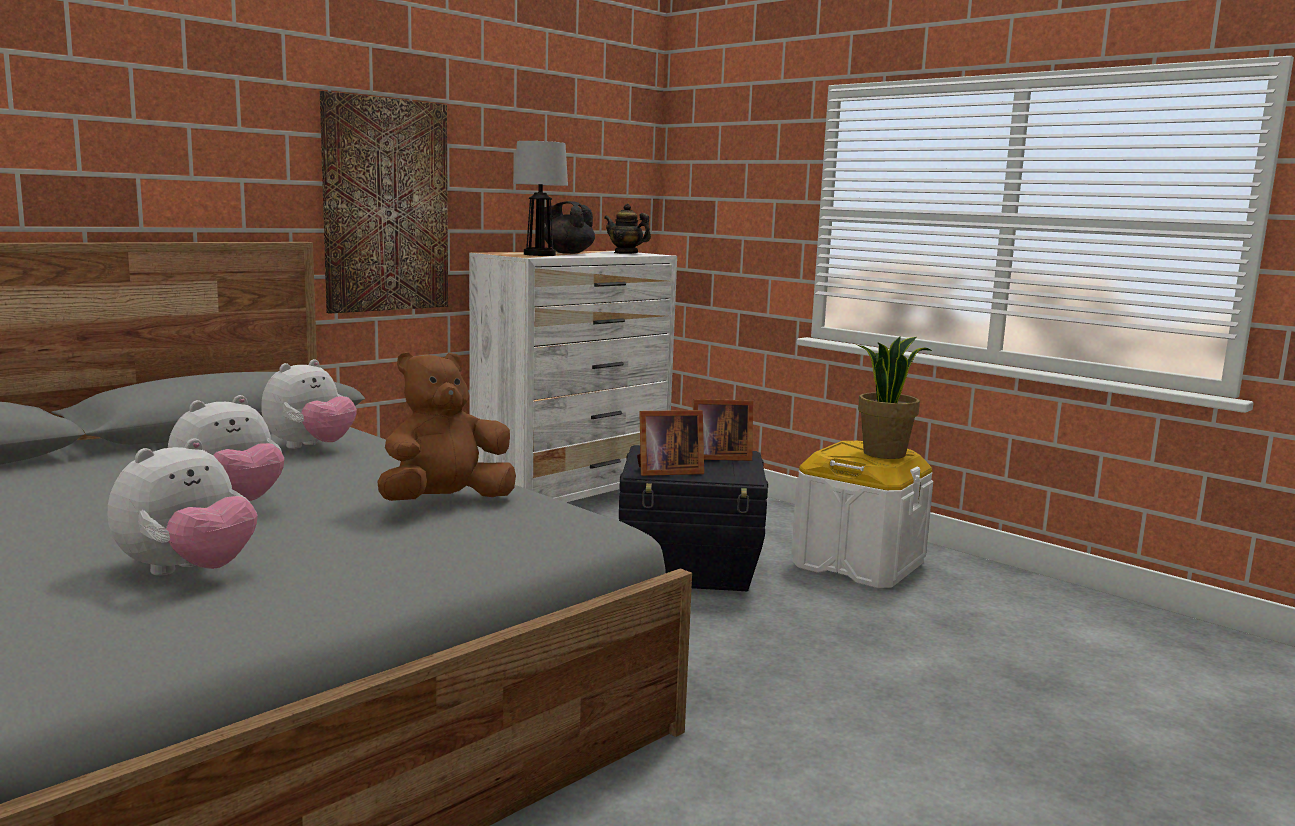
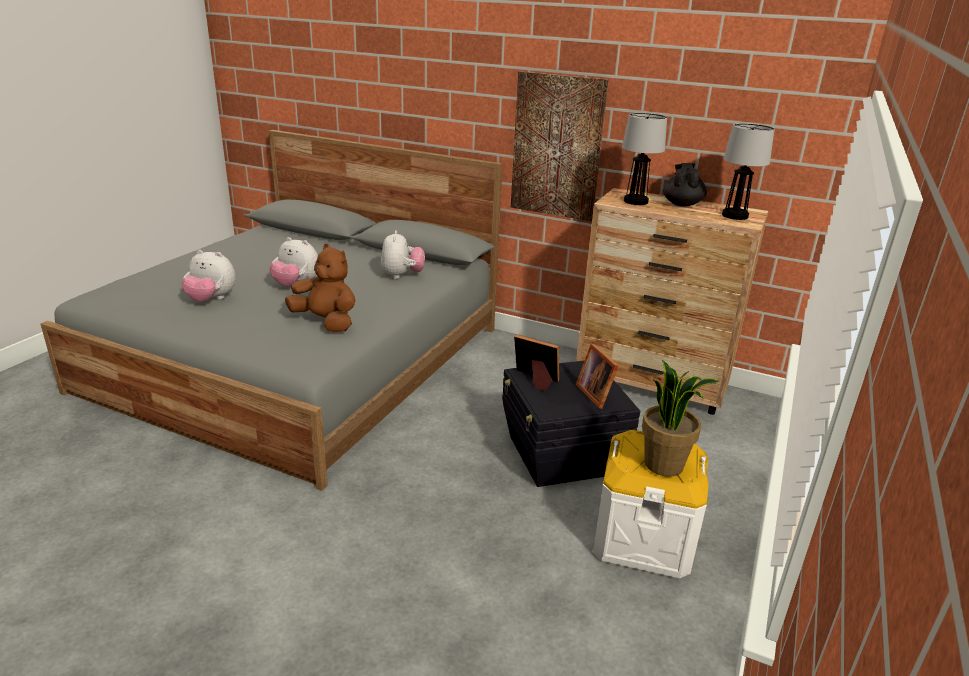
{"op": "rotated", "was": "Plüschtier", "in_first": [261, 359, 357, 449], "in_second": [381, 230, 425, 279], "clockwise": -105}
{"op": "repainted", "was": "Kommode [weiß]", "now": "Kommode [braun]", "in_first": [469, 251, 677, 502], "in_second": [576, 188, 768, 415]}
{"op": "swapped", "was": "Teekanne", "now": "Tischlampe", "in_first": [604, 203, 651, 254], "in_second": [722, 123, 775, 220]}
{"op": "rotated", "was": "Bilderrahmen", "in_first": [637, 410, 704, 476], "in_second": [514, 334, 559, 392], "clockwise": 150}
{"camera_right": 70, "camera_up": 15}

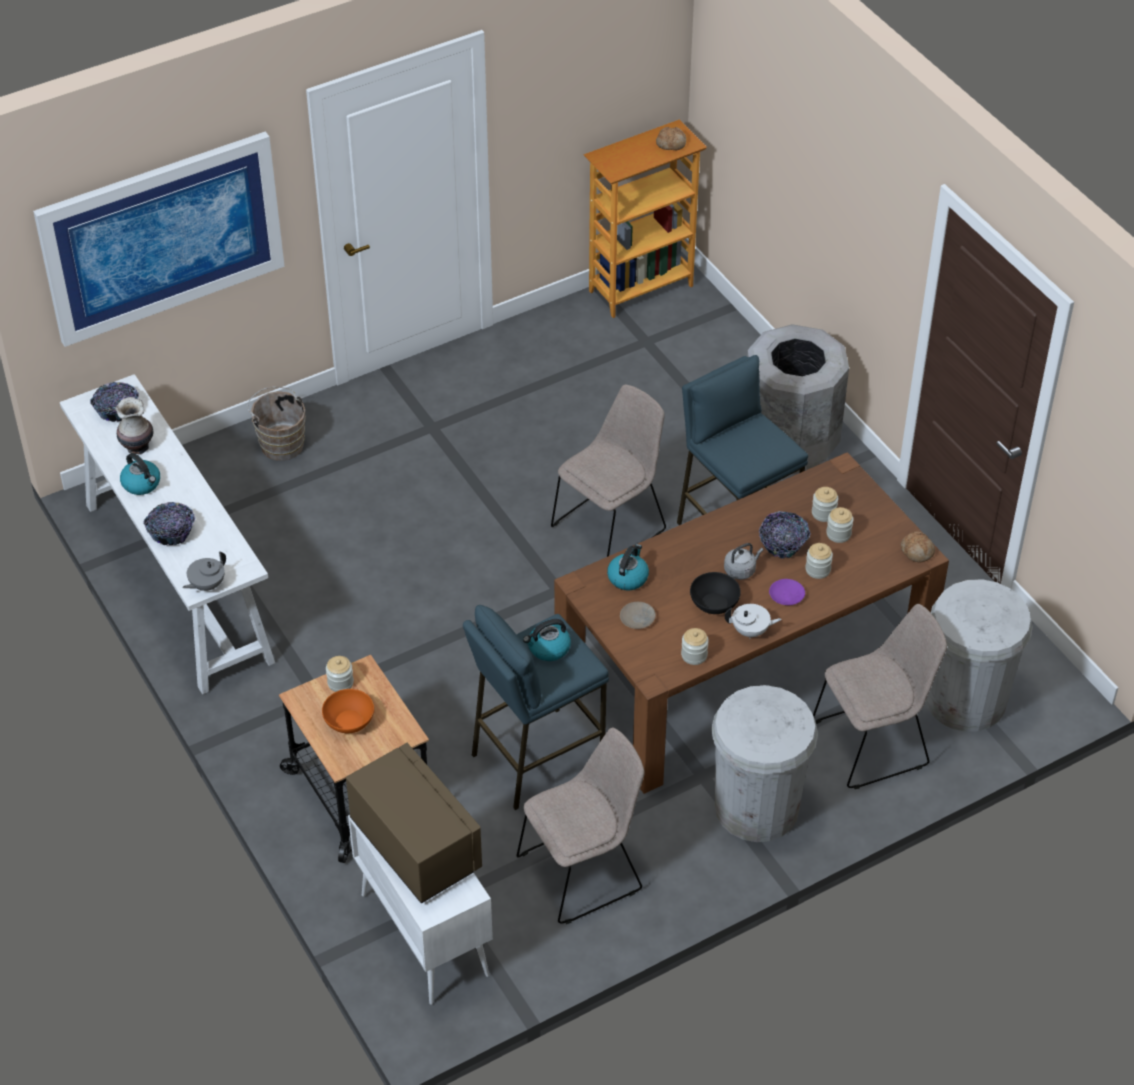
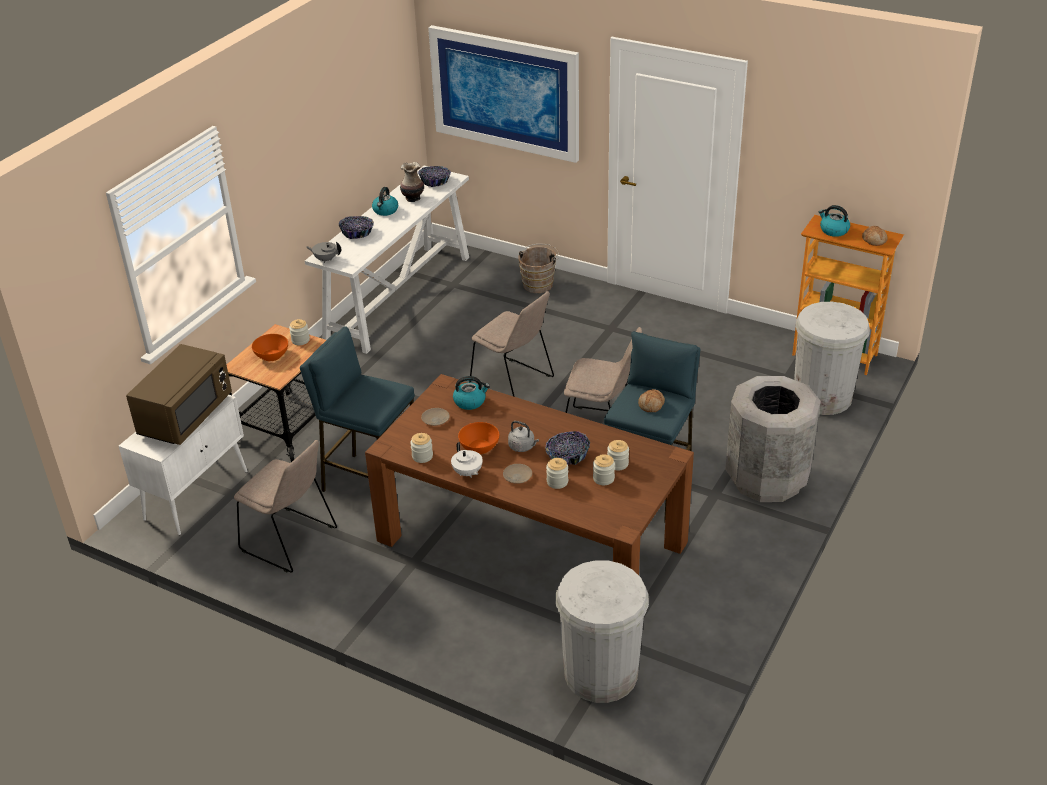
{"op": "shifted", "was": "Wasserkessel", "in_first": [523, 619, 571, 661], "in_second": [819, 205, 850, 237]}
{"op": "repainted", "was": "Schüssel [schwarz]", "now": "Schüssel [orange]", "in_first": [690, 572, 741, 614], "in_second": [458, 422, 499, 454]}
{"op": "shifted", "was": "Mülleimer [weiß]", "in_first": [711, 685, 818, 842], "in_second": [794, 302, 870, 415]}
{"op": "repainted", "was": "Teller [lila]", "now": "Teller [beige]", "in_first": [769, 579, 805, 605], "in_second": [503, 464, 532, 484]}
{"op": "shifted", "was": "Stuhl [beige]", "in_first": [813, 604, 947, 789], "in_second": [469, 291, 554, 397]}
{"op": "shifted", "was": "Brot", "in_first": [901, 532, 935, 562], "in_second": [638, 389, 665, 412]}
{"camera_right": 60, "camera_up": -10}

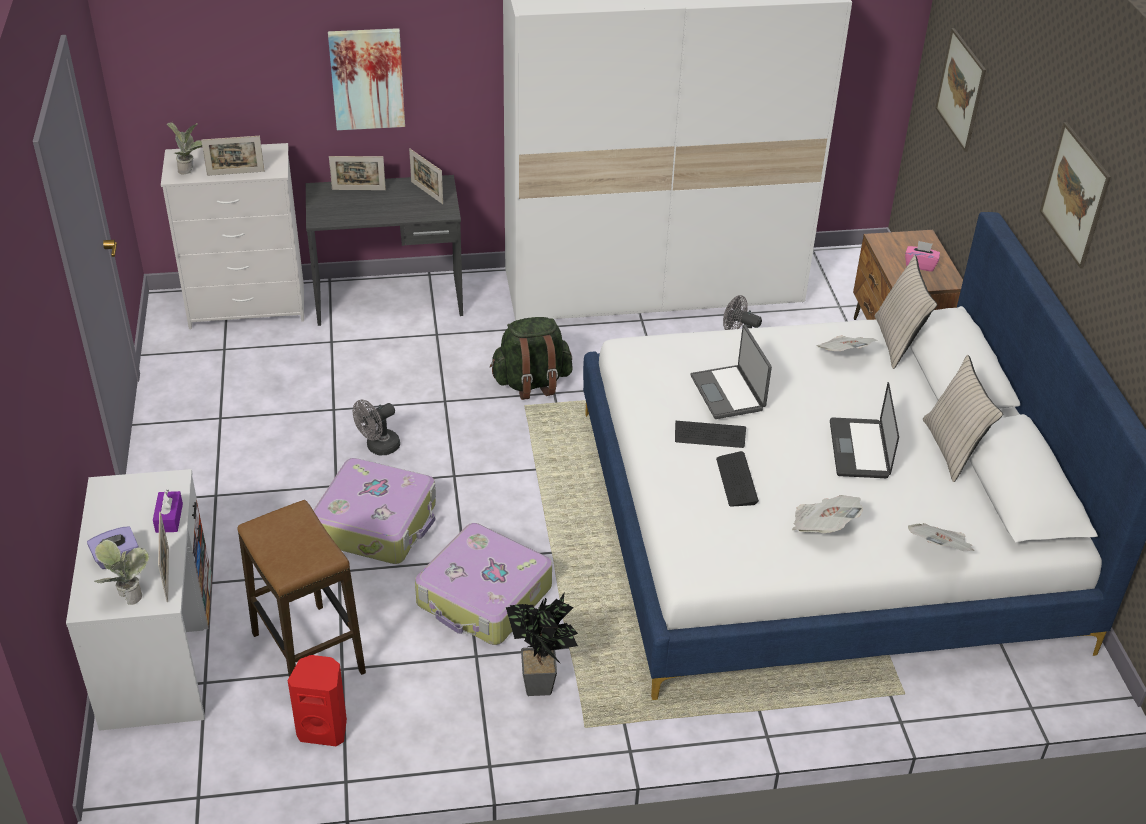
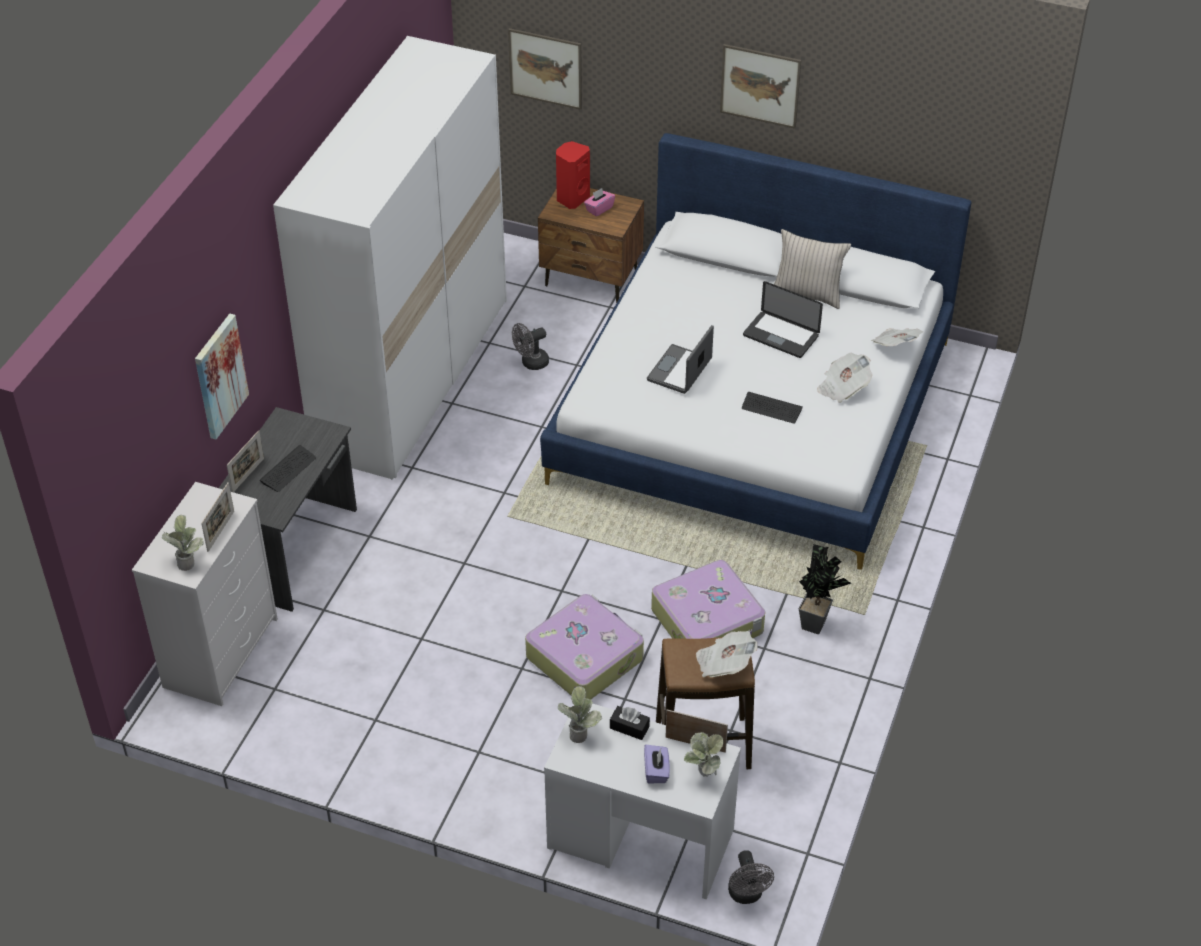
{"op": "repainted", "was": "Taschentuchbox [lila]", "now": "Taschentuchbox [schwarz]", "in_first": [153, 490, 183, 533], "in_second": [610, 706, 650, 740]}
{"op": "shifted", "was": "Lautsprecher [rot]", "in_first": [288, 655, 347, 747], "in_second": [556, 141, 590, 209]}
{"op": "shifted", "was": "Ventilator [grau]", "in_first": [353, 399, 400, 455], "in_second": [728, 850, 774, 904]}
{"op": "gone", "was": "Bilderrahmen", "in_first": [409, 149, 443, 204]}
{"op": "gone", "was": "Rucksack [grün]", "in_first": [490, 317, 573, 400]}
{"op": "shifted", "was": "Tastatur", "in_first": [675, 421, 746, 448], "in_second": [260, 445, 316, 492]}
{"op": "rotated", "was": "Laptop", "in_first": [690, 325, 772, 419], "in_second": [647, 325, 714, 394], "clockwise": 105}
{"op": "shifted", "was": "Zeitung", "in_first": [815, 336, 877, 351], "in_second": [696, 631, 758, 677]}
{"op": "gone", "was": "Kissen [beige]", "in_first": [875, 255, 937, 369]}
{"op": "new", "now": "Topfpflanze", "in_second": [558, 686, 602, 743]}
{"camera_right": -60, "camera_up": 5}

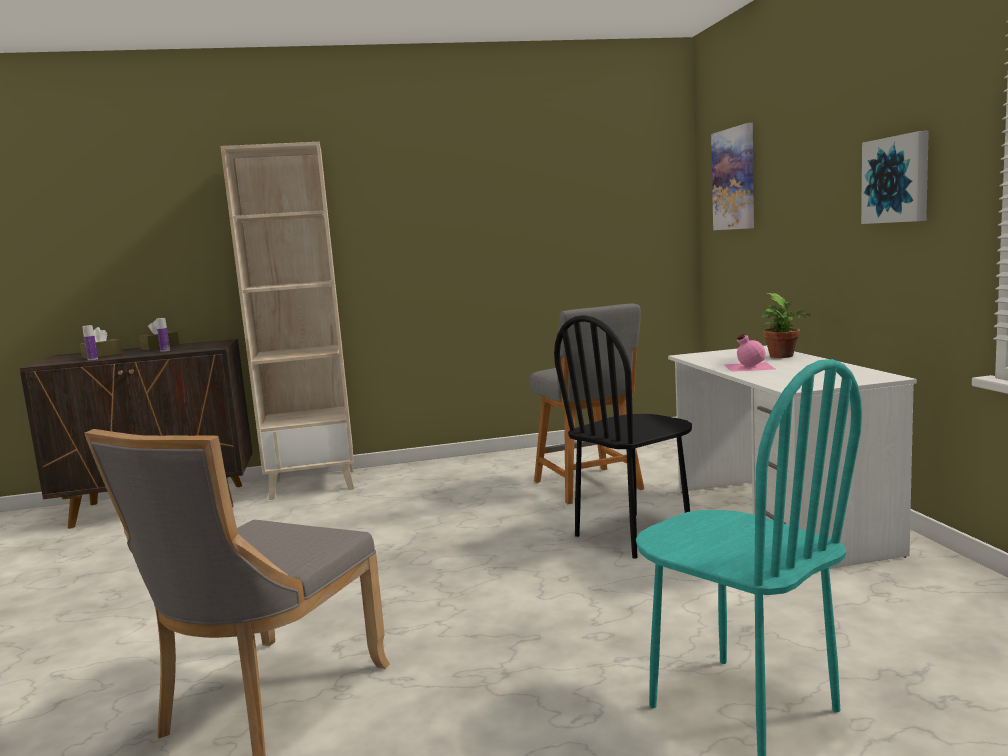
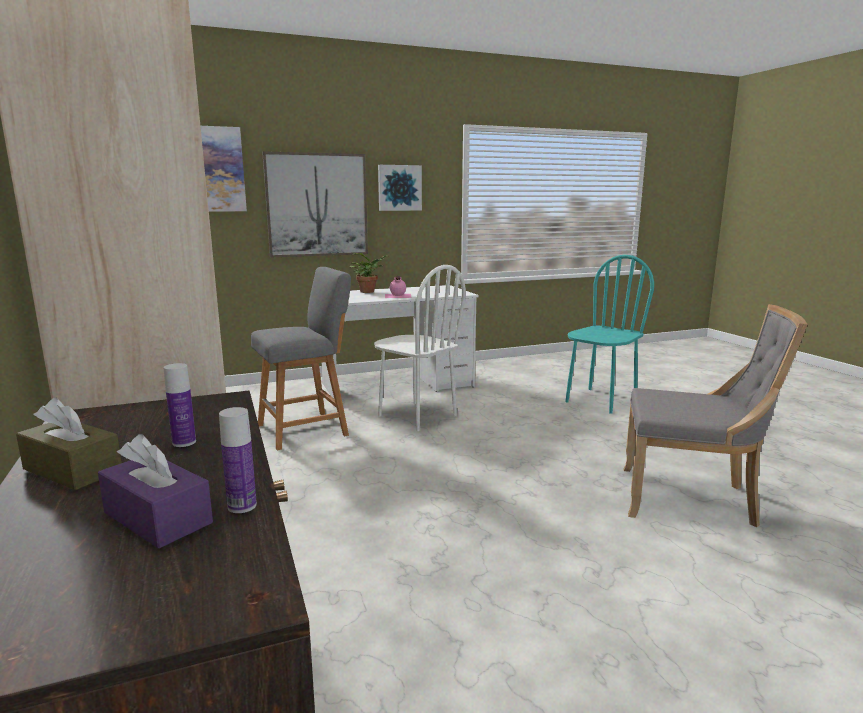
{"op": "repainted", "was": "Taschentuchbox [braun]", "now": "Taschentuchbox [lila]", "in_first": [80, 327, 123, 359], "in_second": [98, 434, 213, 548]}
{"op": "repainted", "was": "Stuhl [schwarz]", "now": "Stuhl [weiß]", "in_first": [554, 315, 692, 559], "in_second": [374, 265, 466, 431]}
{"op": "new", "now": "Bild", "in_second": [262, 151, 368, 258]}
{"camera_right": -100, "camera_up": 5}

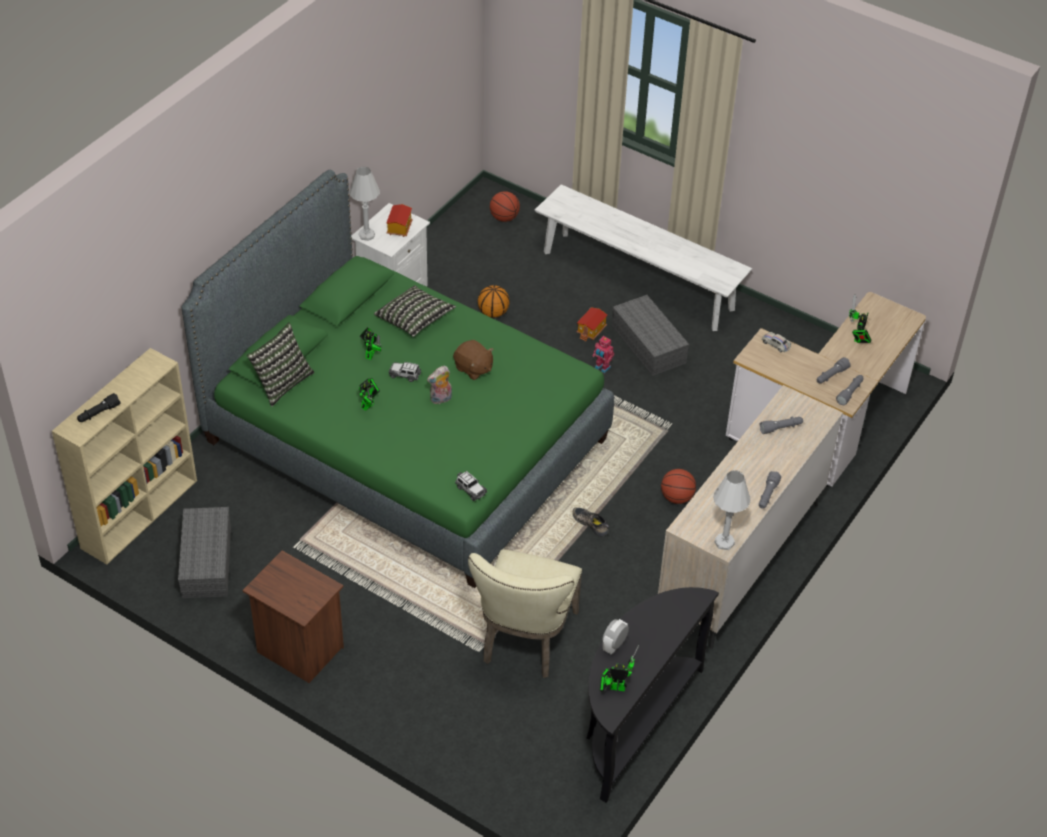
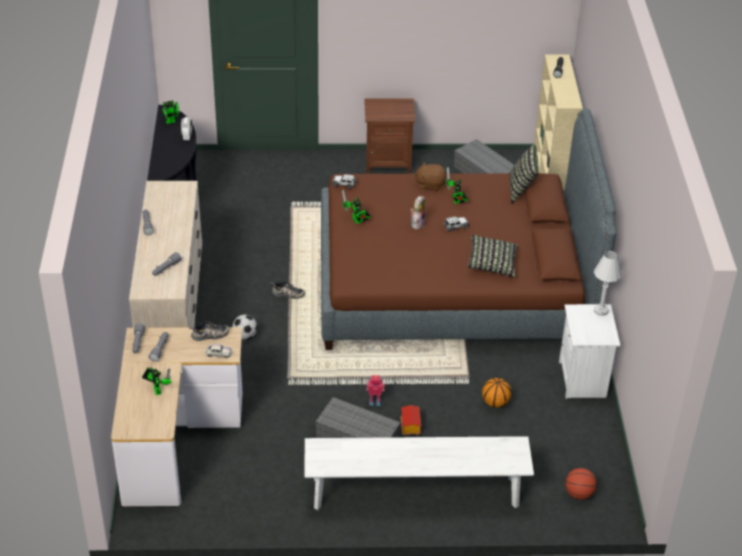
{"op": "repainted", "was": "Bett [grün]", "now": "Bett [braun]", "in_first": [182, 170, 614, 588], "in_second": [321, 108, 617, 350]}
{"op": "shifted", "was": "Spielzeugroboter", "in_first": [360, 327, 382, 360], "in_second": [342, 190, 371, 223]}
{"op": "gone", "was": "Spielzeughaus", "in_first": [386, 204, 413, 237]}
{"op": "shifted", "was": "Plüschtier [braun]", "in_first": [453, 340, 493, 380], "in_second": [413, 162, 447, 191]}
{"op": "gone", "was": "Stuhl [beige]", "in_first": [468, 549, 582, 678]}
{"op": "swapped", "was": "Basketball", "now": "Fußball", "in_first": [661, 469, 696, 504], "in_second": [232, 314, 258, 340]}
{"op": "gone", "was": "Tischlampe [weiß]", "in_first": [713, 471, 750, 550]}
{"op": "new", "now": "Schuh", "in_second": [189, 321, 229, 341]}
{"camera_right": 145, "camera_up": -5}

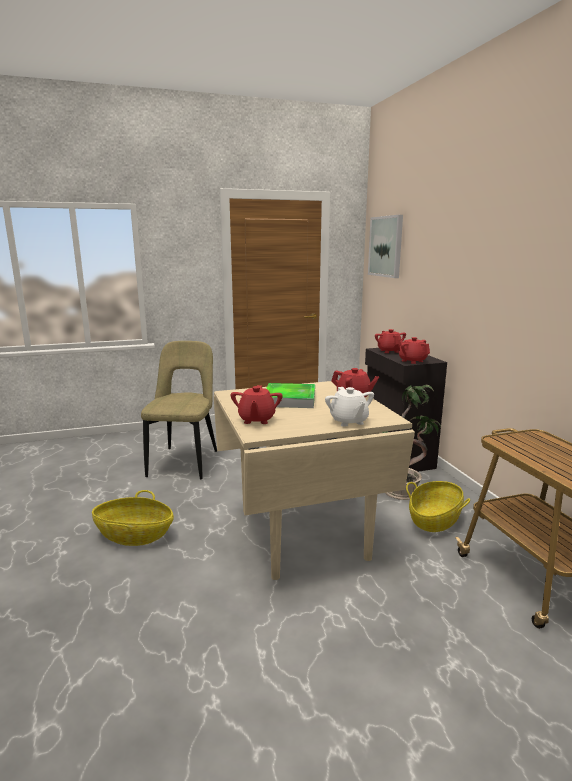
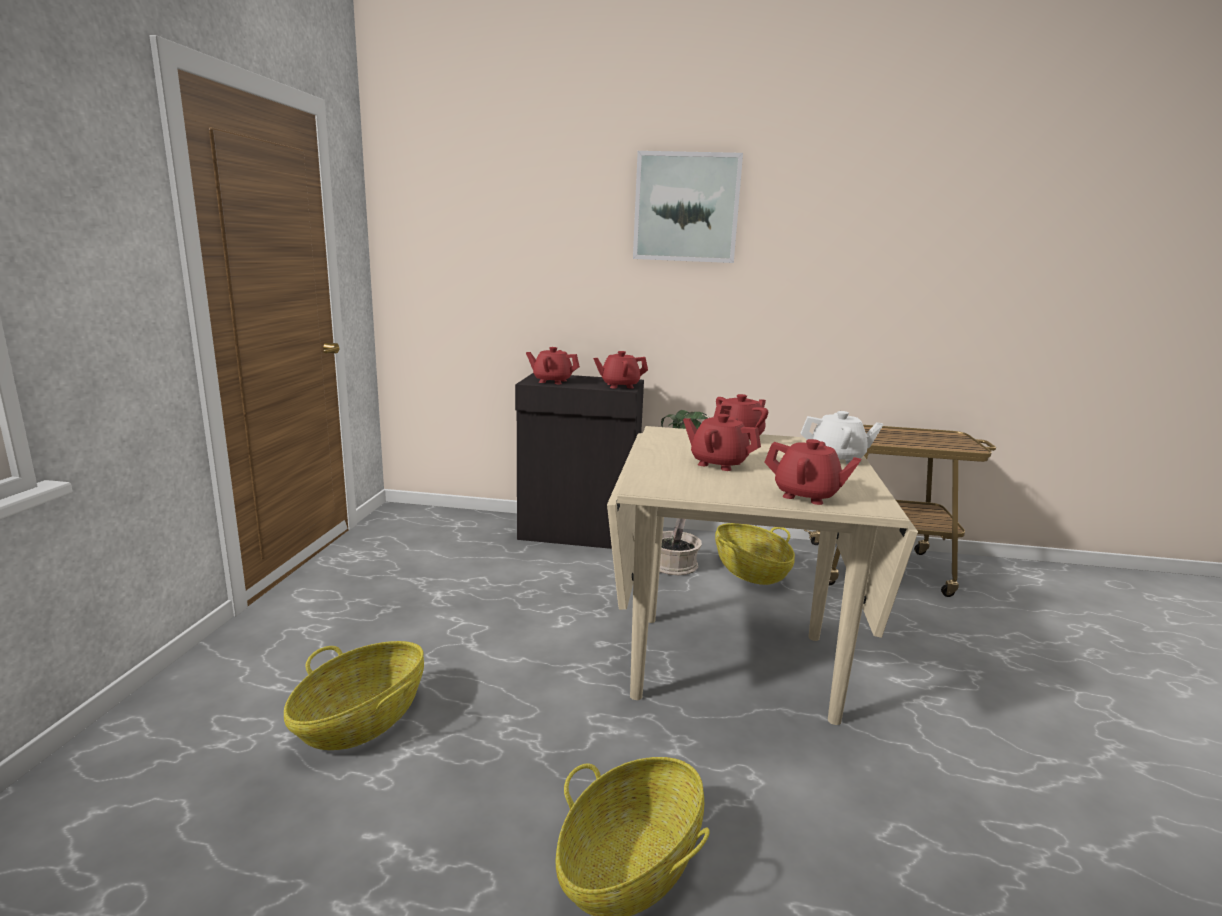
{"op": "swapped", "was": "Stuhl [beige]", "now": "Korb", "in_first": [141, 341, 217, 479], "in_second": [284, 641, 424, 750]}
{"op": "swapped", "was": "Tablett", "now": "Teekanne [rot]", "in_first": [266, 383, 315, 408], "in_second": [683, 414, 761, 471]}
{"op": "shifted", "was": "Bild", "in_first": [368, 215, 403, 278], "in_second": [633, 151, 743, 263]}
{"camera_right": -65, "camera_up": 0}

